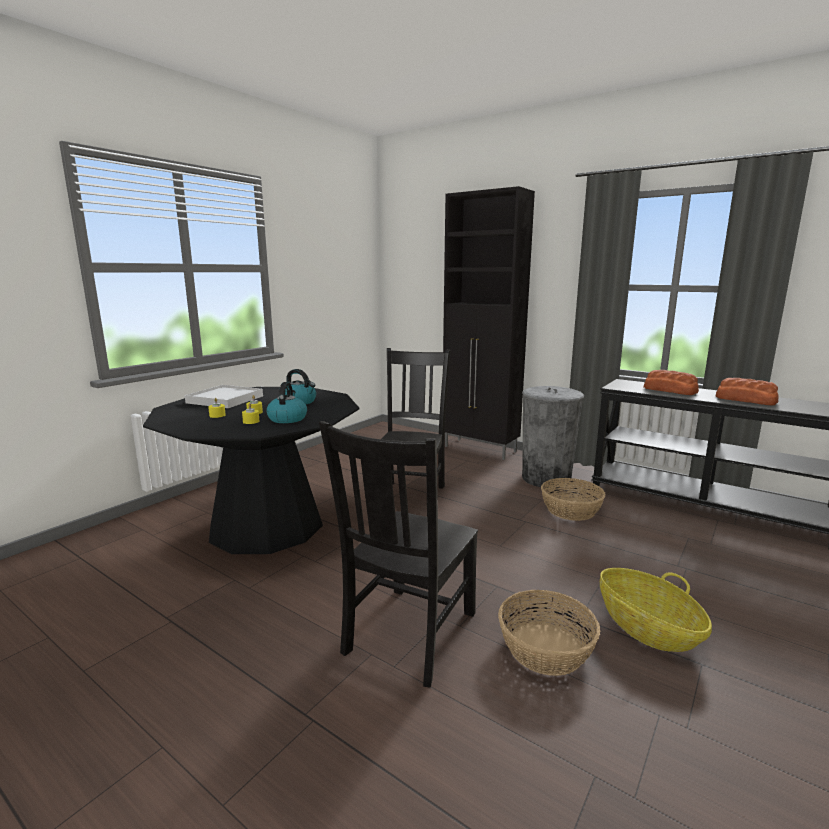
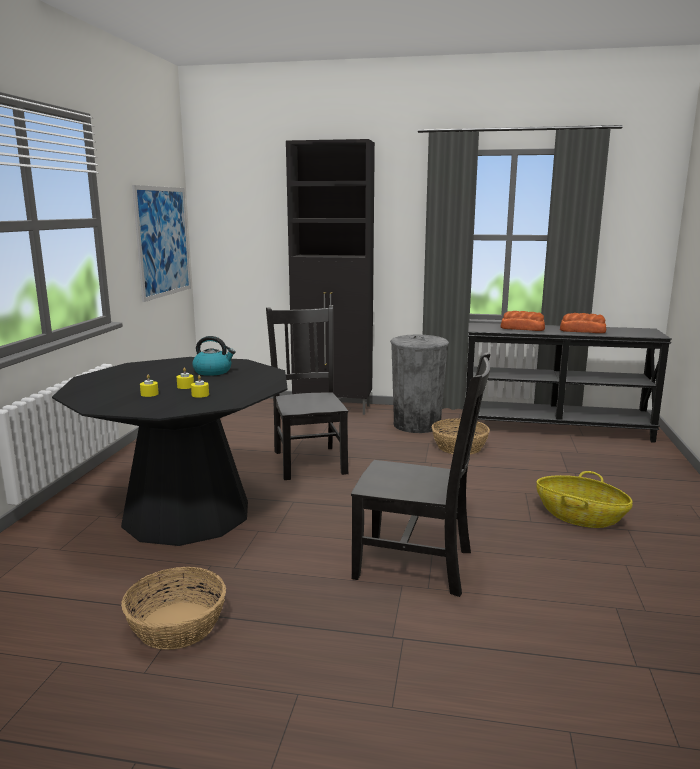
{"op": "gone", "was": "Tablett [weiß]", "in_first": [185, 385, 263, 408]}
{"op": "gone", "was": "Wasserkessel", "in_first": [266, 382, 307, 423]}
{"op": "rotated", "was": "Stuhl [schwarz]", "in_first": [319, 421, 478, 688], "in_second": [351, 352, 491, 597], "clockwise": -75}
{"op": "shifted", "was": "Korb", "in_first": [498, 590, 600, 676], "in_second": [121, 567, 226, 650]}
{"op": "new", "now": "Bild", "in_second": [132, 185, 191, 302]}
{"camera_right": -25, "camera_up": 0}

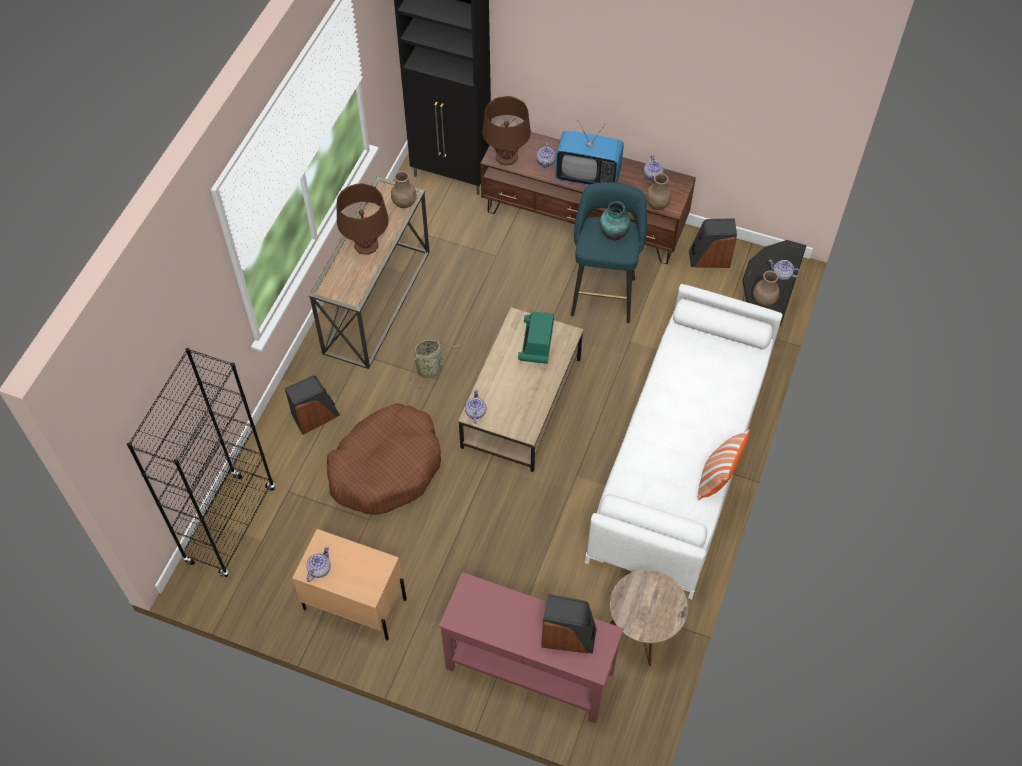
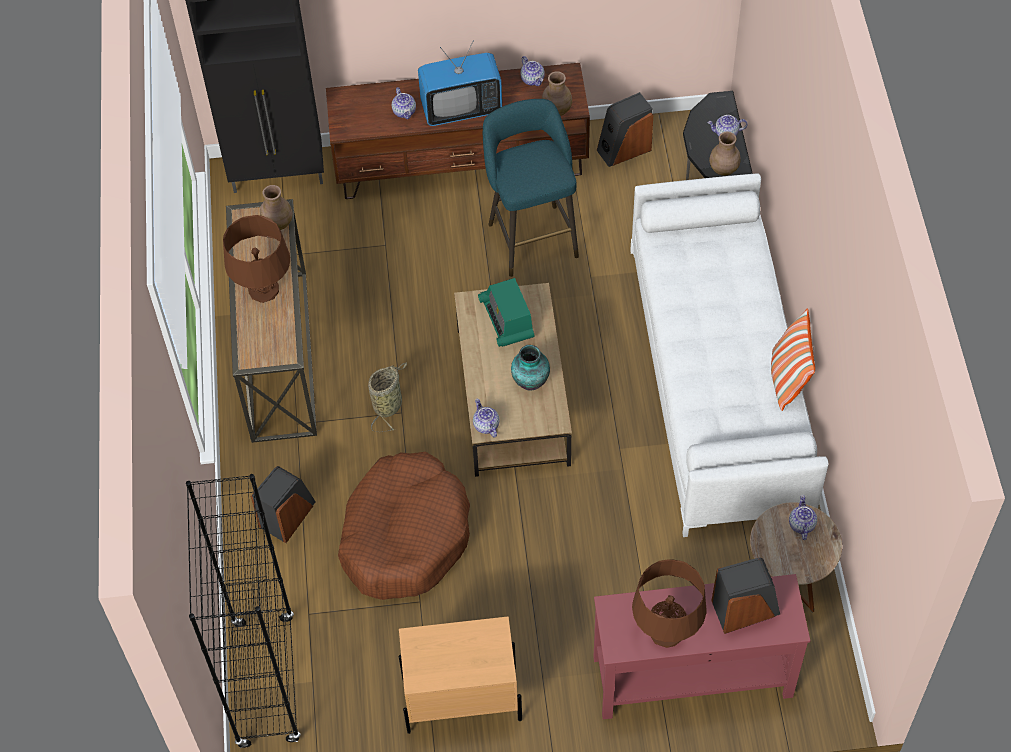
{"op": "shifted", "was": "Teekanne", "in_first": [306, 546, 331, 582], "in_second": [789, 495, 817, 540]}
{"op": "shifted", "was": "Tischlampe [braun]", "in_first": [482, 96, 531, 166], "in_second": [632, 559, 707, 648]}
{"op": "shifted", "was": "Vase", "in_first": [600, 201, 631, 240], "in_second": [511, 345, 550, 391]}
{"camera_right": -25, "camera_up": 0}

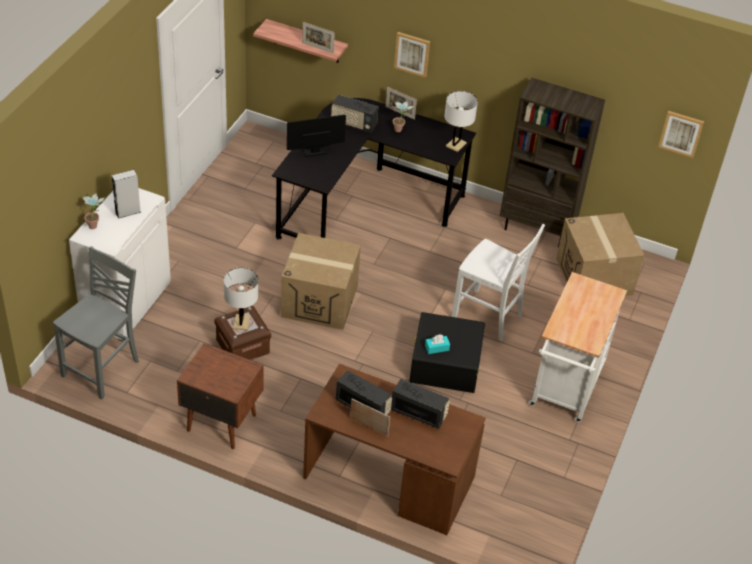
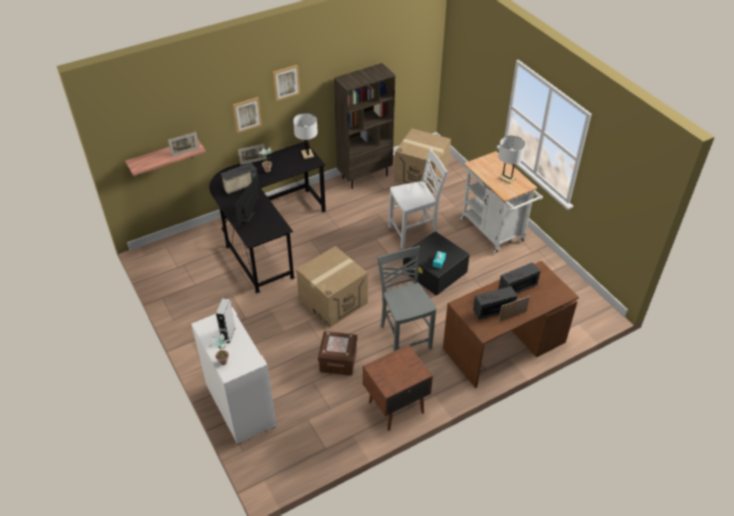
{"op": "shifted", "was": "Stuhl [grau]", "in_first": [53, 246, 139, 399], "in_second": [377, 246, 437, 352]}
{"op": "shifted", "was": "Tischlampe [weiß]", "in_first": [224, 268, 258, 330], "in_second": [498, 136, 525, 184]}
{"op": "shifted", "was": "Bild", "in_first": [658, 111, 704, 158], "in_second": [272, 65, 300, 101]}
{"camera_right": -50, "camera_up": 0}

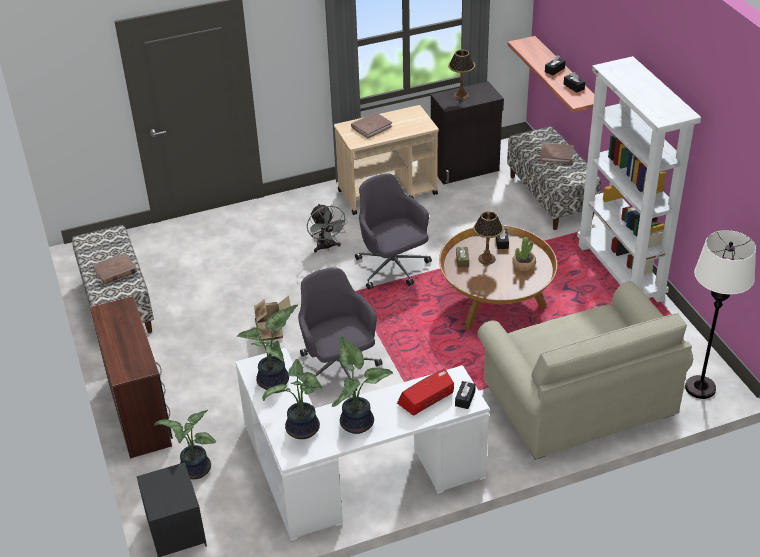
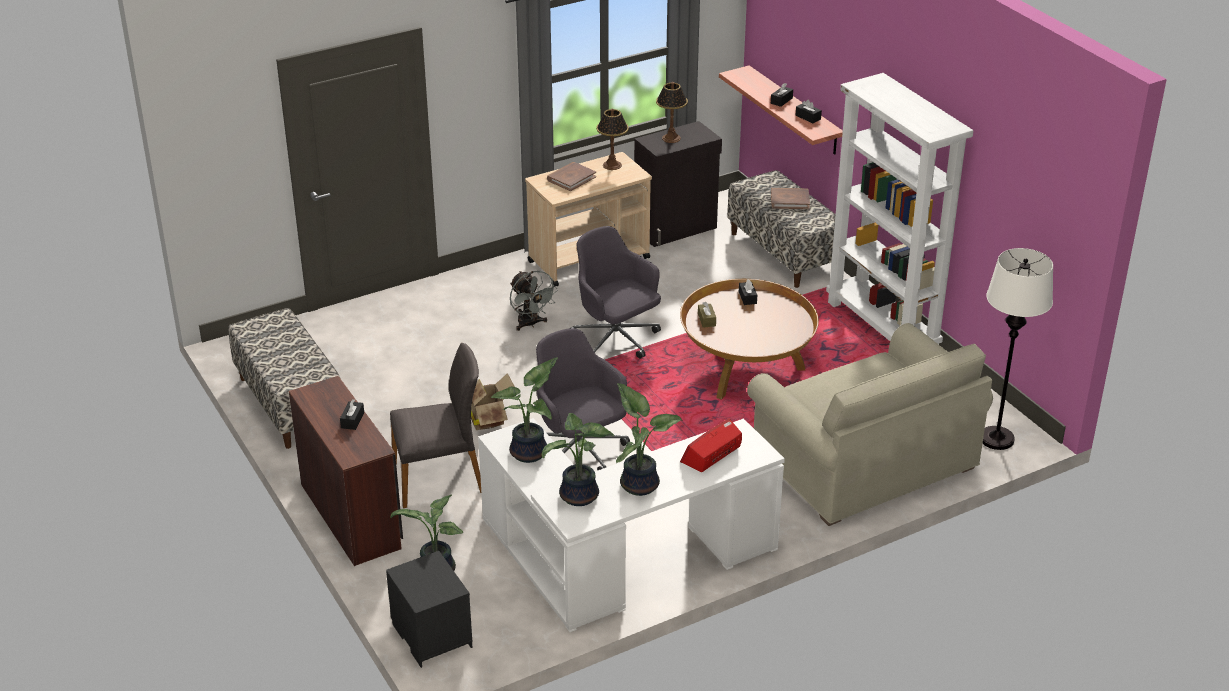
{"op": "gone", "was": "Buch [braun]", "in_first": [93, 252, 137, 284]}
{"op": "shifted", "was": "Taschentuchbox [schwarz]", "in_first": [455, 381, 476, 409], "in_second": [340, 399, 364, 430]}
{"op": "shifted", "was": "Tischlampe", "in_first": [473, 211, 504, 265], "in_second": [596, 108, 629, 170]}
{"op": "gone", "was": "Topfpflanze", "in_first": [512, 237, 536, 271]}
{"op": "new", "now": "Stuhl [grau]", "in_second": [390, 343, 481, 508]}
{"camera_right": -10, "camera_up": -5}

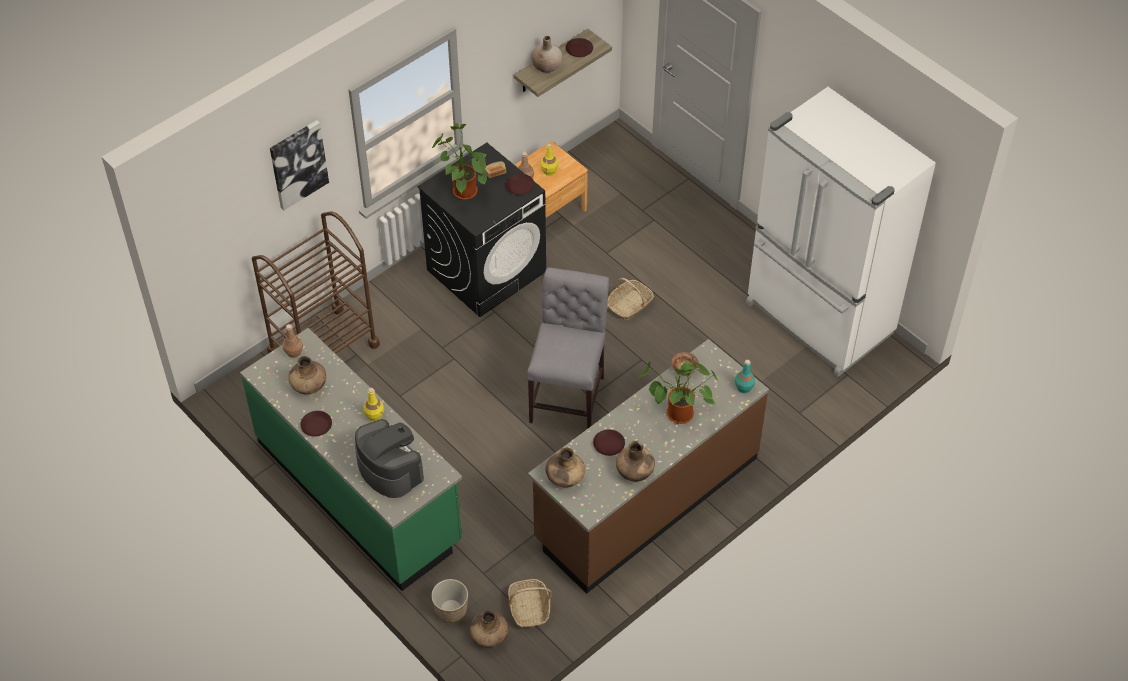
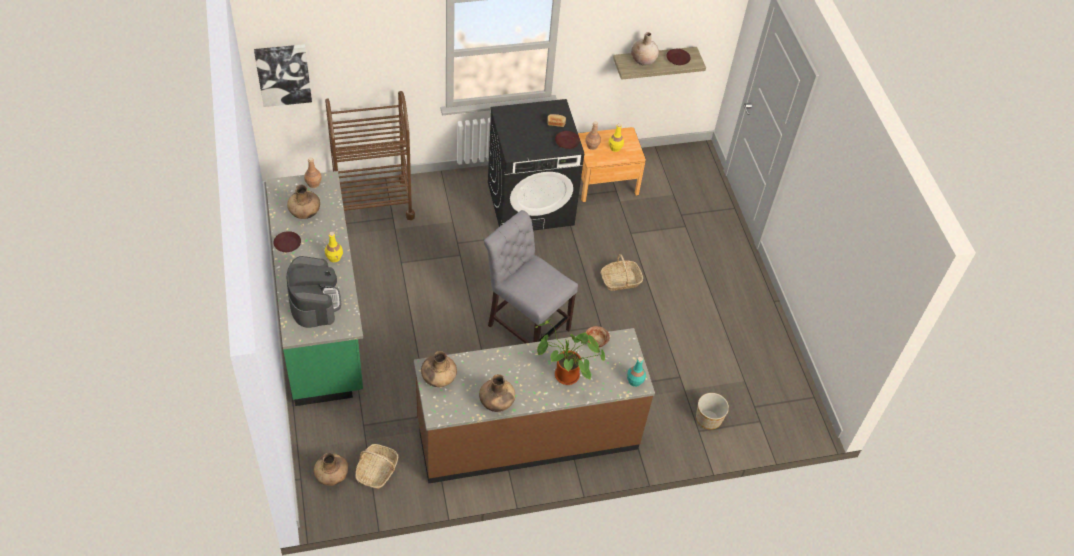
{"op": "shifted", "was": "Bild", "in_first": [270, 120, 329, 210], "in_second": [254, 44, 312, 107]}
{"op": "shifted", "was": "Pflanzkübel", "in_first": [431, 579, 468, 623], "in_second": [696, 393, 729, 430]}
{"op": "gone", "was": "Topfpflanze", "in_first": [432, 123, 487, 200]}
{"op": "rotated", "was": "Stuhl [grau]", "in_first": [527, 267, 609, 429], "in_second": [484, 210, 578, 344], "clockwise": -90}
{"op": "gone", "was": "Teller [braun]", "in_first": [593, 430, 625, 456]}
{"op": "gone", "was": "Kühlschrank [weiß]", "in_first": [746, 87, 936, 377]}
{"camera_right": 25, "camera_up": 0}

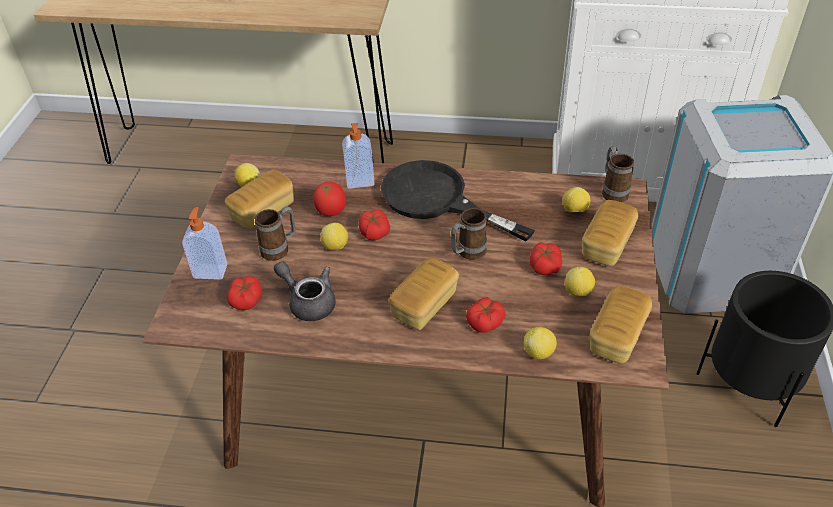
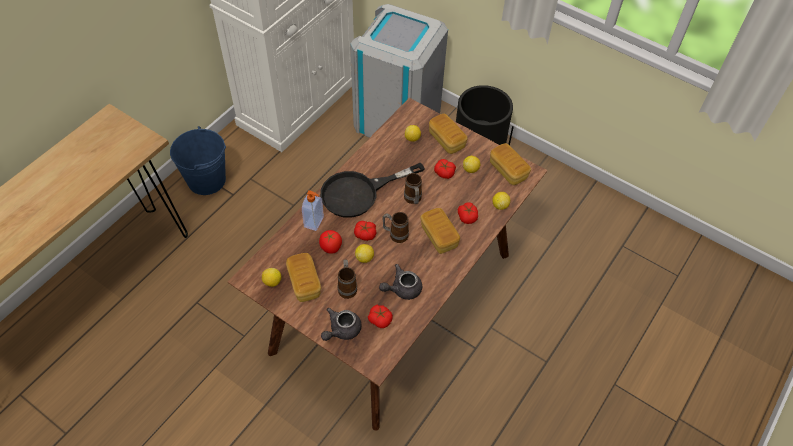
{"op": "swapped", "was": "Seifenspender", "now": "Teekanne [grau]", "in_first": [182, 207, 228, 280], "in_second": [321, 308, 362, 341]}
{"op": "shifted", "was": "Henkelbecher", "in_first": [602, 147, 634, 202], "in_second": [382, 212, 409, 243]}
{"op": "new", "now": "Eimer [blau]", "in_second": [170, 126, 226, 195]}
{"camera_right": -65, "camera_up": 10}

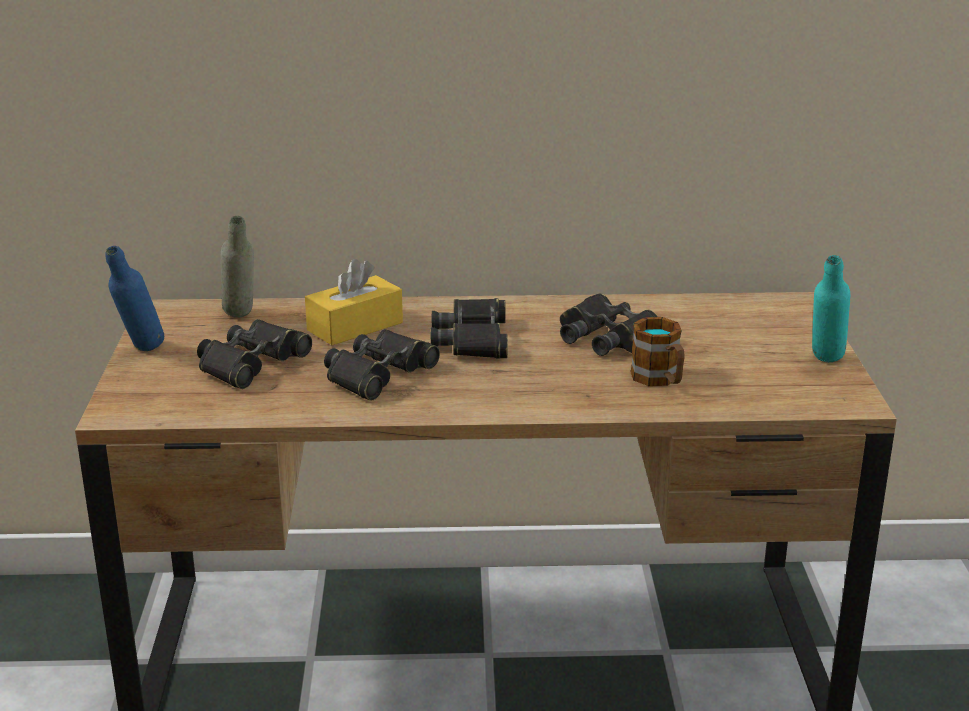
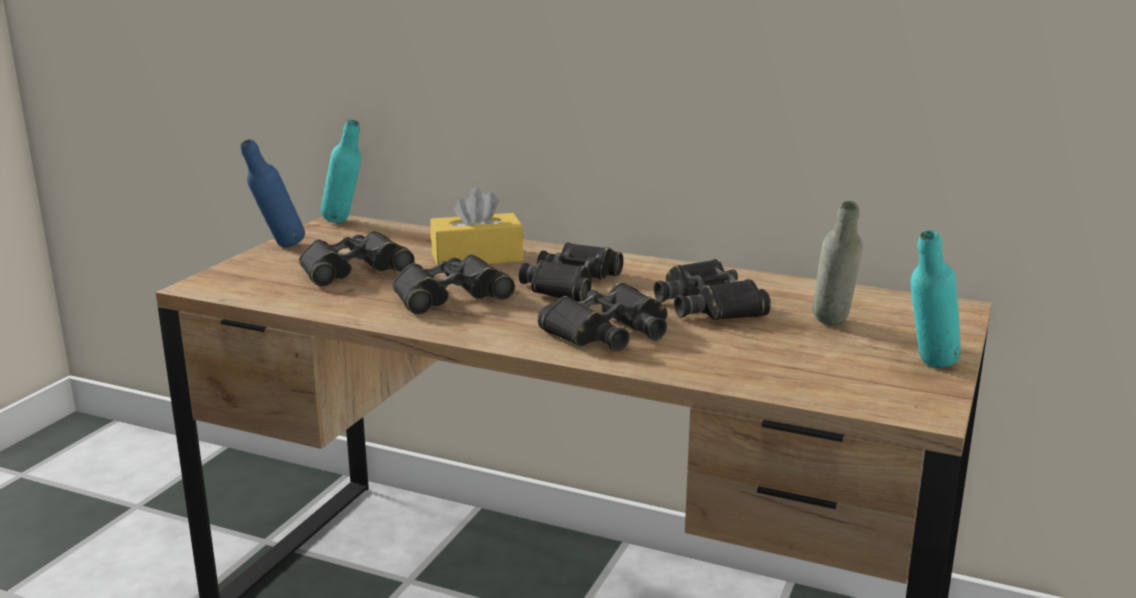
{"op": "shifted", "was": "Flasche [grau]", "in_first": [220, 216, 254, 318], "in_second": [813, 201, 863, 325]}
{"op": "gone", "was": "Henkelbecher", "in_first": [630, 317, 685, 386]}
{"op": "new", "now": "Flasche [türkis]", "in_second": [321, 120, 361, 223]}
{"op": "new", "now": "Fernglas [schwarz]", "in_second": [537, 283, 667, 352]}
{"camera_right": 25, "camera_up": -5}

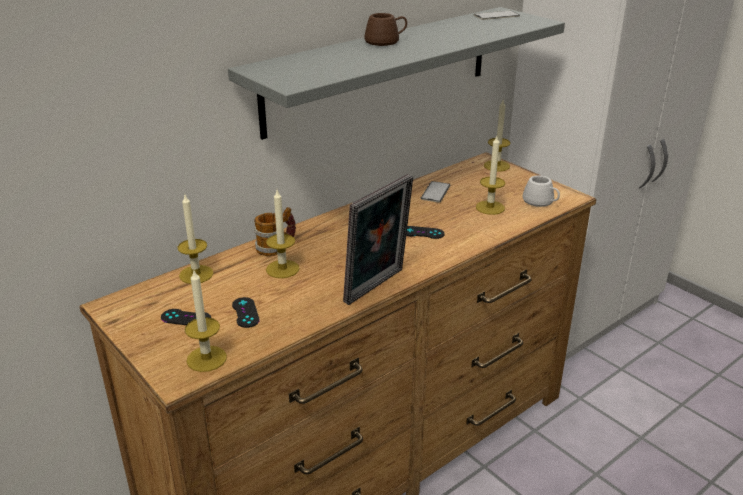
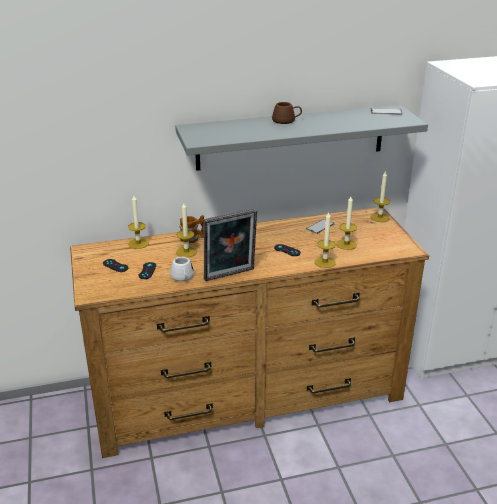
{"op": "shifted", "was": "Kerze", "in_first": [185, 270, 227, 372], "in_second": [314, 212, 336, 268]}
{"op": "shifted", "was": "Henkelbecher [weiß]", "in_first": [523, 175, 560, 207], "in_second": [170, 257, 194, 281]}
{"camera_right": 25, "camera_up": 0}

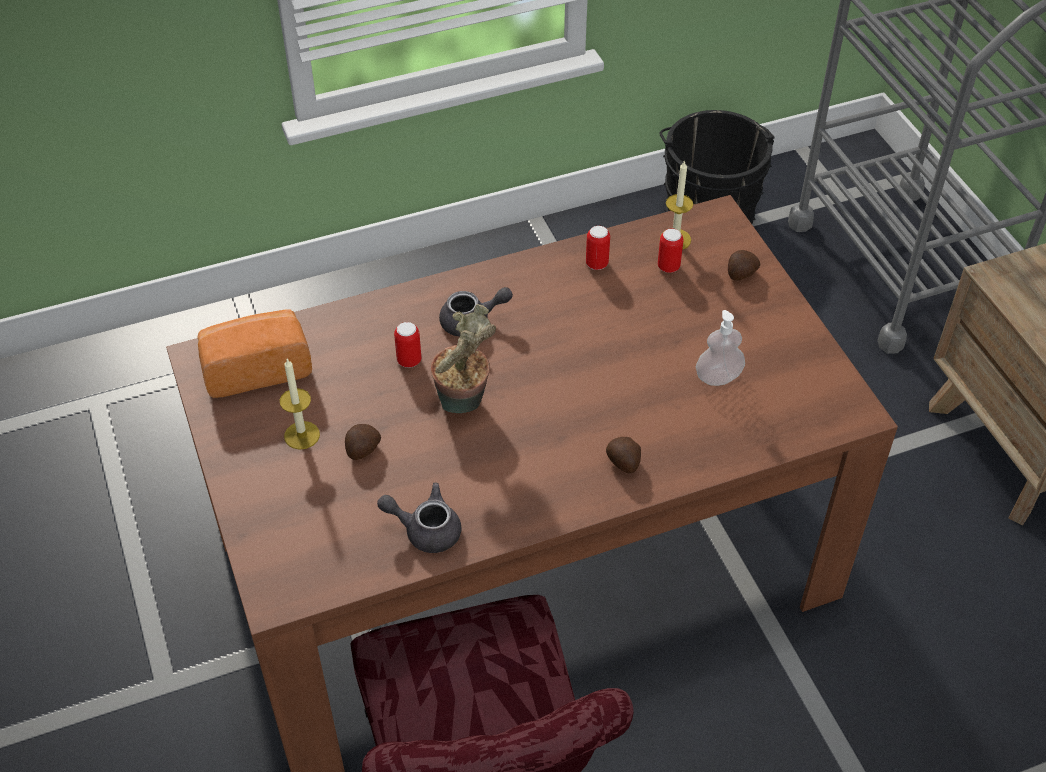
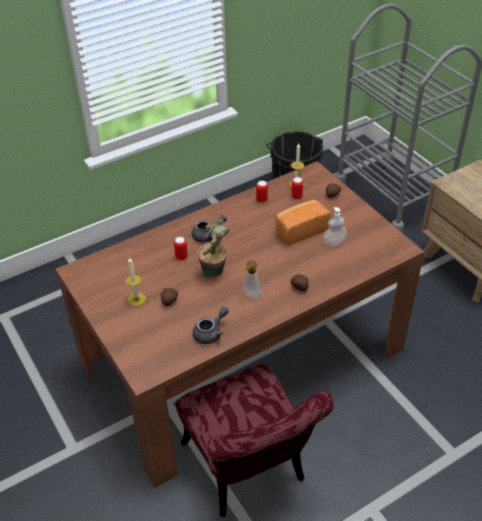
{"op": "shifted", "was": "Brot", "in_first": [198, 309, 312, 398], "in_second": [275, 200, 331, 245]}
{"op": "rotated", "was": "Teekanne [grau]", "in_first": [377, 483, 461, 553], "in_second": [193, 307, 229, 344], "clockwise": 135}
{"op": "new", "now": "Seifenspender", "in_second": [243, 260, 262, 298]}
{"camera_right": -10, "camera_up": -5}

